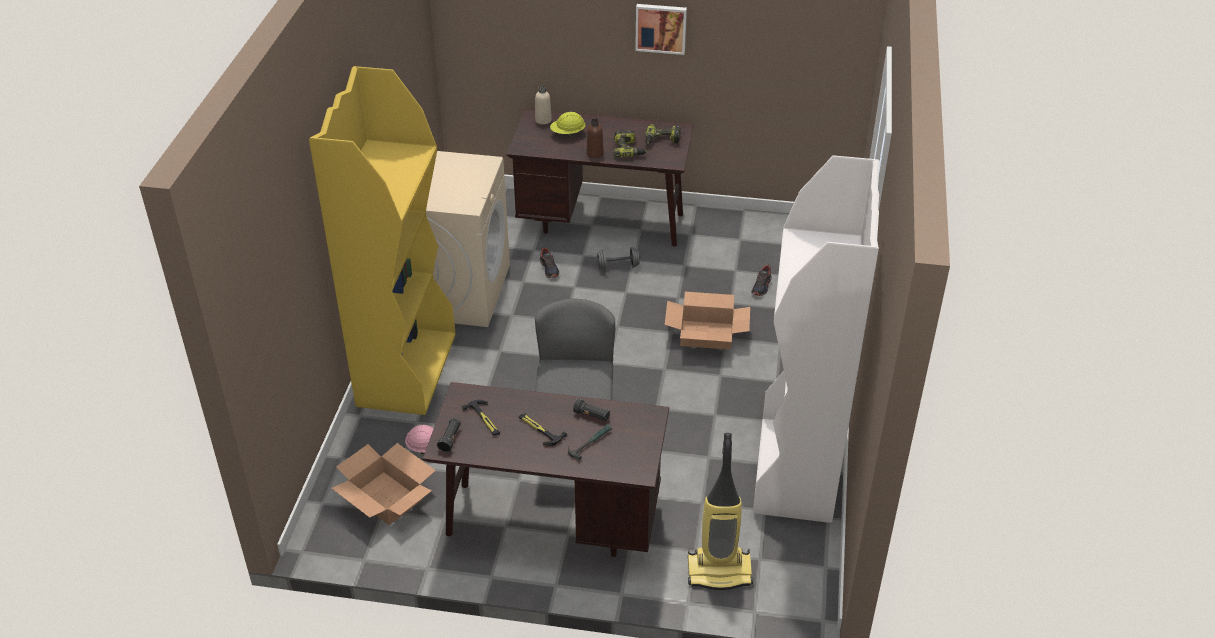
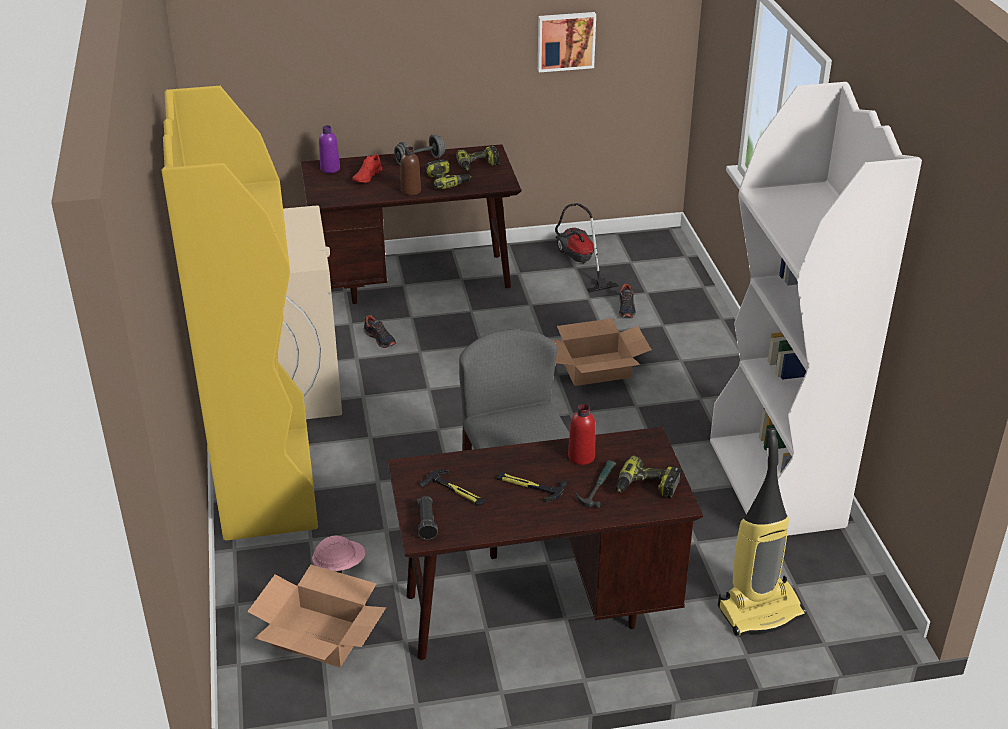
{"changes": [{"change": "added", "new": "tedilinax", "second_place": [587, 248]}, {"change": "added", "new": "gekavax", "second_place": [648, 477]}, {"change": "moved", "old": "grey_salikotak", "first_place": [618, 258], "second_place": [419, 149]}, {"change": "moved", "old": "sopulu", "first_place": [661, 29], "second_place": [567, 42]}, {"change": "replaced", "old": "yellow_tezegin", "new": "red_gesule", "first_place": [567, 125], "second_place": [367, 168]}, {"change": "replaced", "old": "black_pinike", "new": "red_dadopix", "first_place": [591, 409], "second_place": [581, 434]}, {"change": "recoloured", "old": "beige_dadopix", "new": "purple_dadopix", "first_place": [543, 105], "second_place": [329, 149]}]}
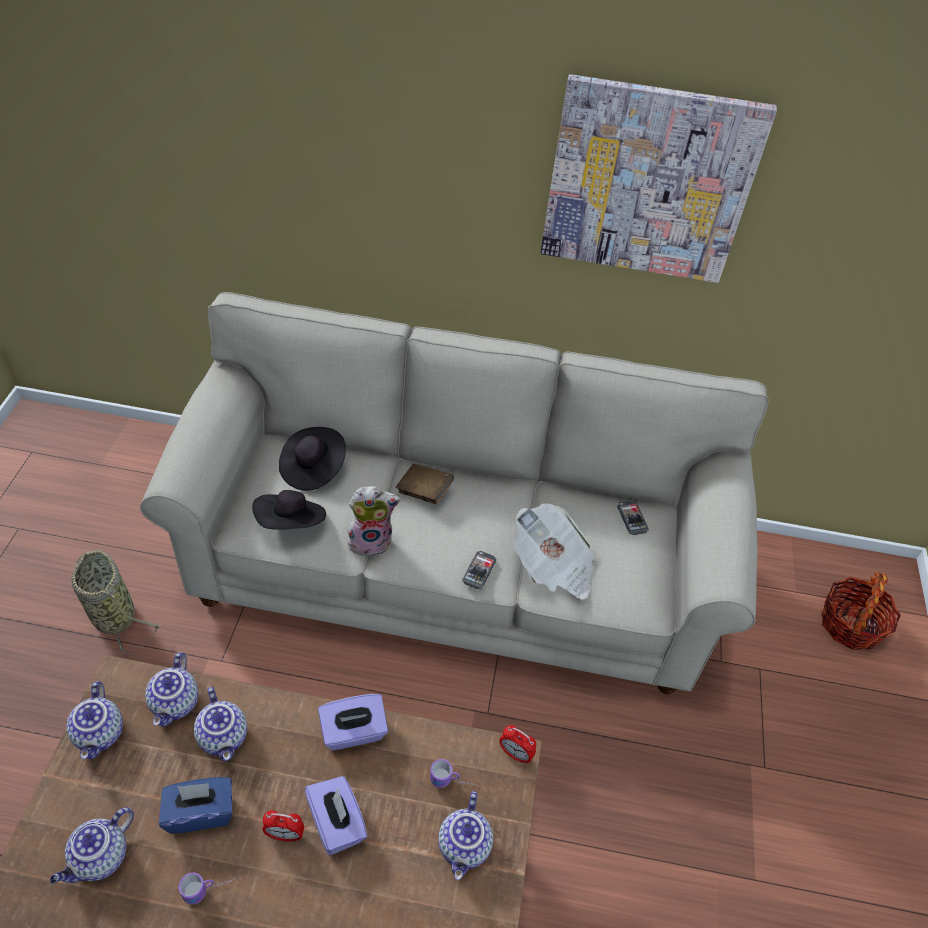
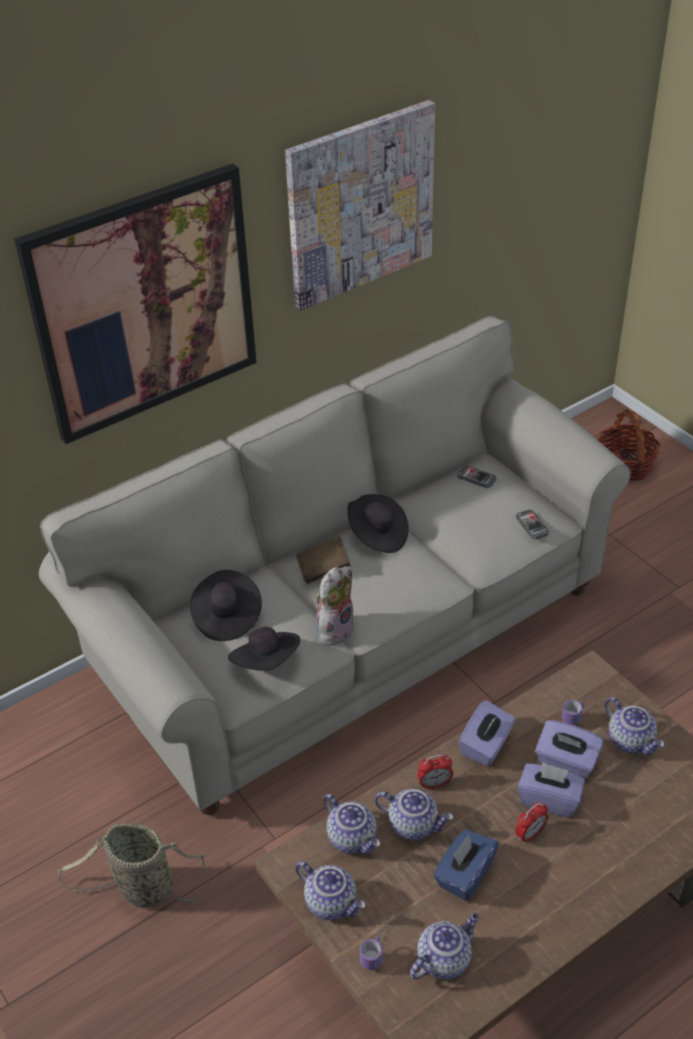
{"changes": [{"change": "removed", "old": "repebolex", "first_place": [555, 551]}, {"change": "added", "new": "sopulu", "second_place": [135, 303]}, {"change": "added", "new": "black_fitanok", "second_place": [377, 523]}, {"change": "added", "new": "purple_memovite", "second_place": [569, 749]}, {"change": "moved", "old": "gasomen", "first_place": [207, 888], "second_place": [373, 949]}, {"change": "moved", "old": "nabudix", "first_place": [479, 570], "second_place": [532, 524]}, {"change": "moved", "old": "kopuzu", "first_place": [517, 744], "second_place": [435, 772]}, {"change": "turned", "old": "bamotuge", "first_place": [92, 845], "second_place": [444, 946], "degrees": -120}]}
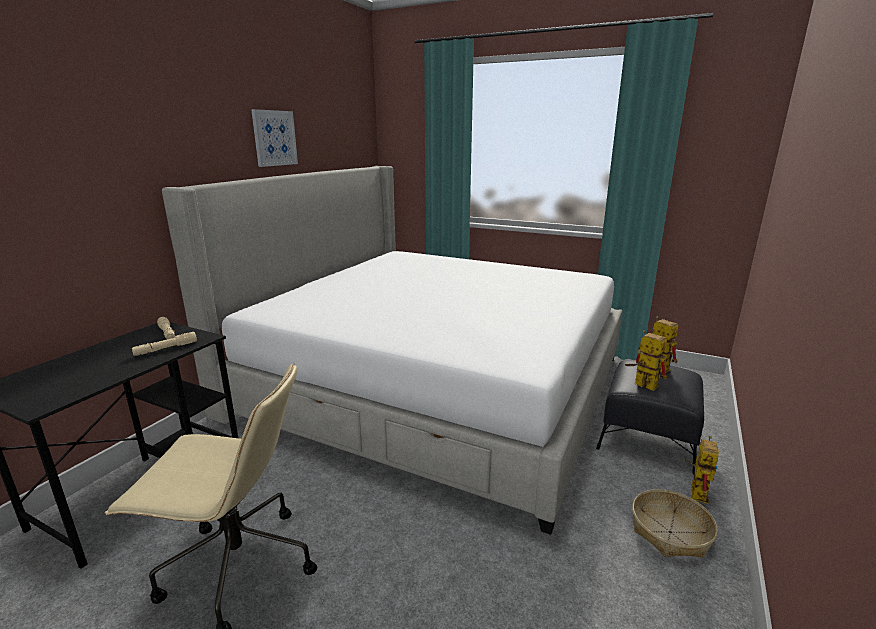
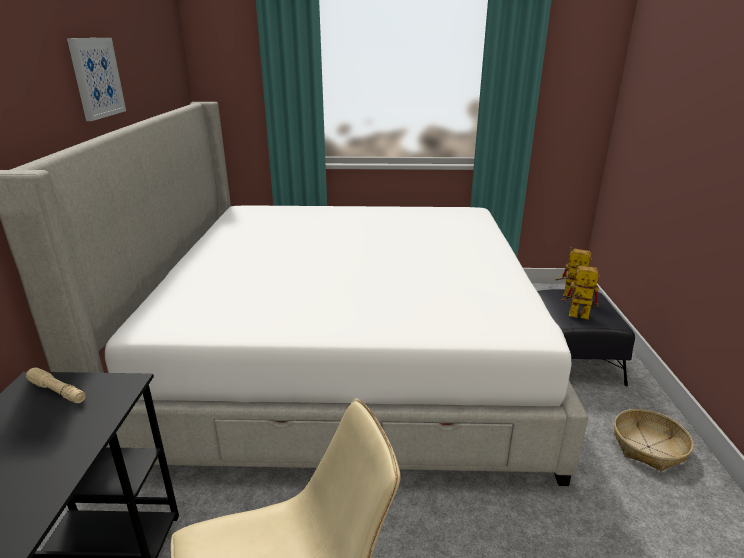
{"changes": [{"change": "removed", "old": "beige_pinike", "first_place": [164, 344]}, {"change": "removed", "old": "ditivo", "first_place": [702, 470]}]}
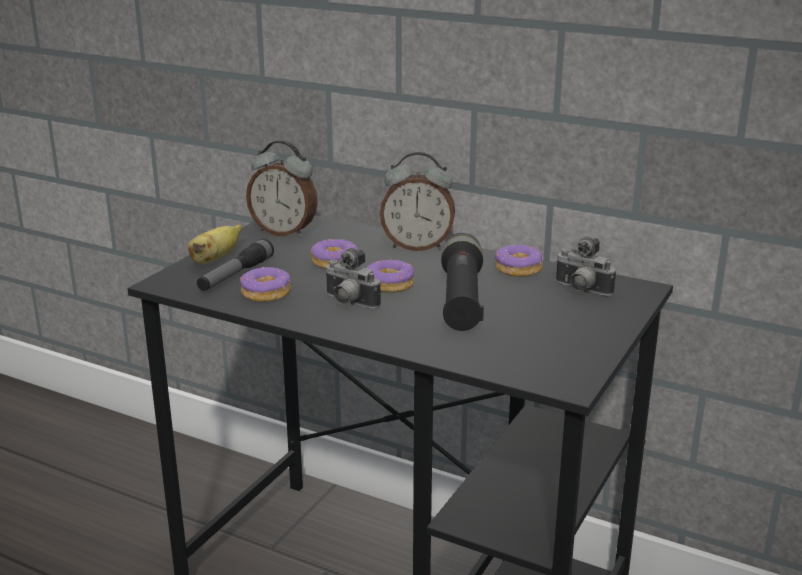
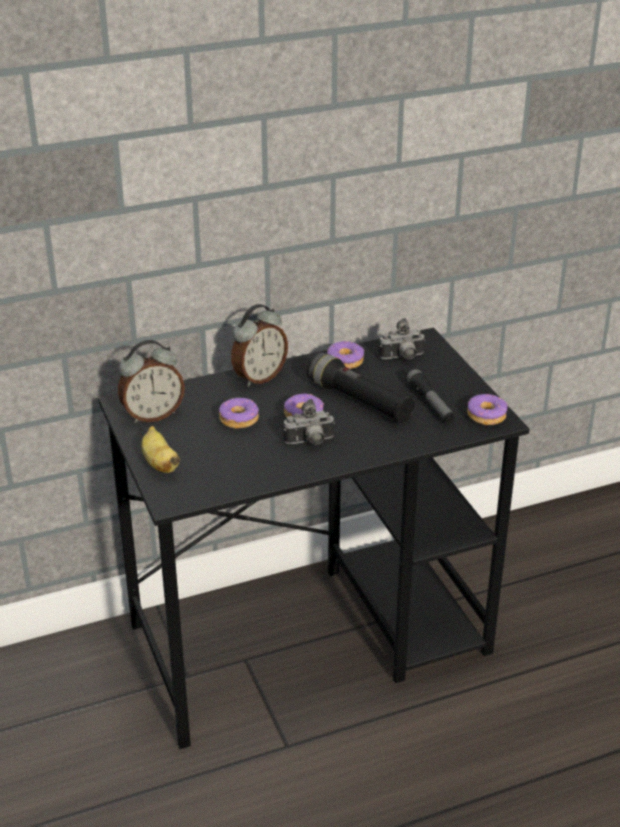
{"changes": [{"change": "moved", "old": "pinike", "first_place": [235, 265], "second_place": [430, 395]}, {"change": "moved", "old": "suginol", "first_place": [265, 284], "second_place": [487, 409]}]}
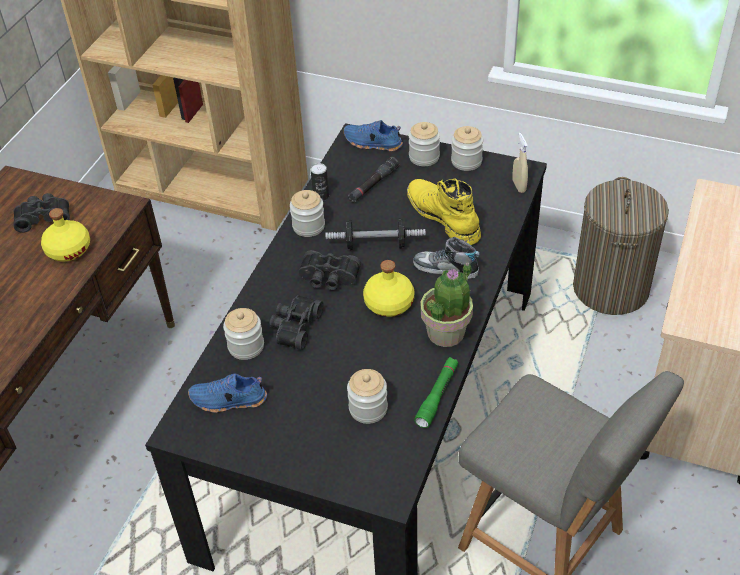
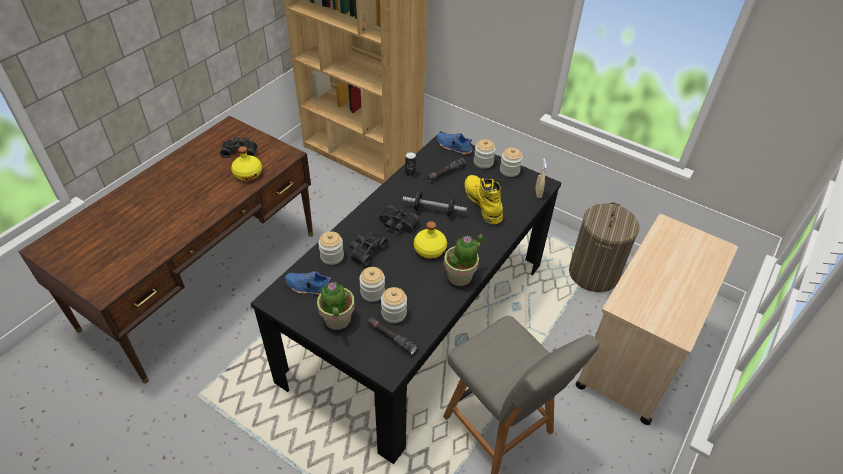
{"changes": [{"change": "removed", "old": "gesule", "first_place": [446, 258]}, {"change": "removed", "old": "green_pinike", "first_place": [436, 392]}, {"change": "added", "new": "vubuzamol", "second_place": [336, 306]}, {"change": "added", "new": "black_pinike", "second_place": [392, 336]}, {"change": "moved", "old": "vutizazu", "first_place": [307, 213], "second_place": [372, 284]}]}
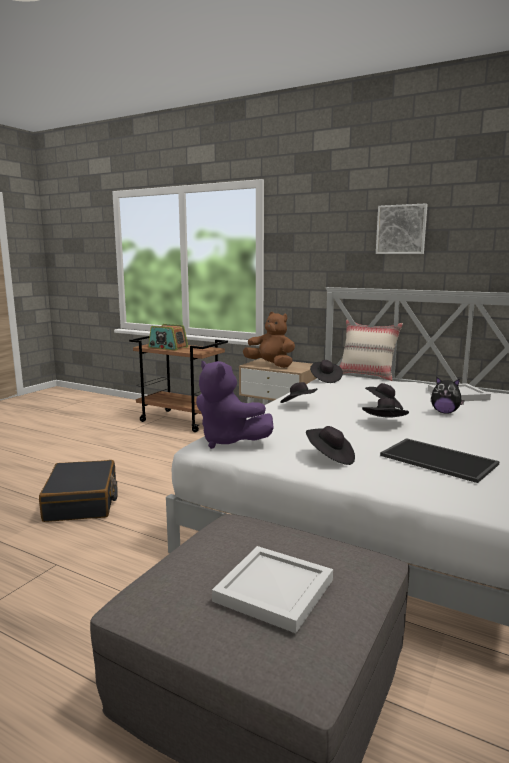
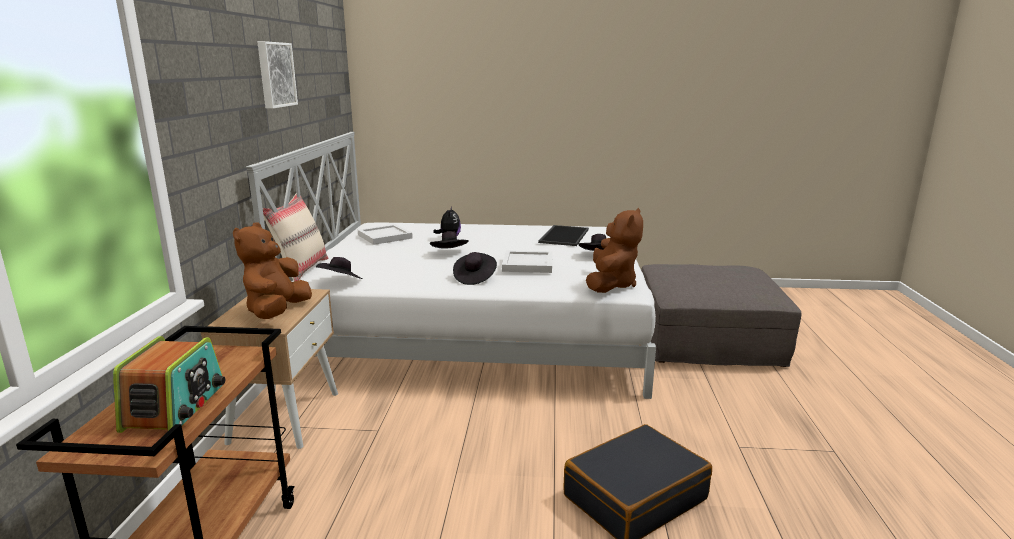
{"changes": [{"change": "removed", "old": "black_fitanok", "first_place": [385, 408]}, {"change": "moved", "old": "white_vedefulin", "first_place": [272, 589], "second_place": [527, 261]}, {"change": "recoloured", "old": "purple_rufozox", "new": "brown_rufozox", "first_place": [235, 405], "second_place": [614, 250]}]}
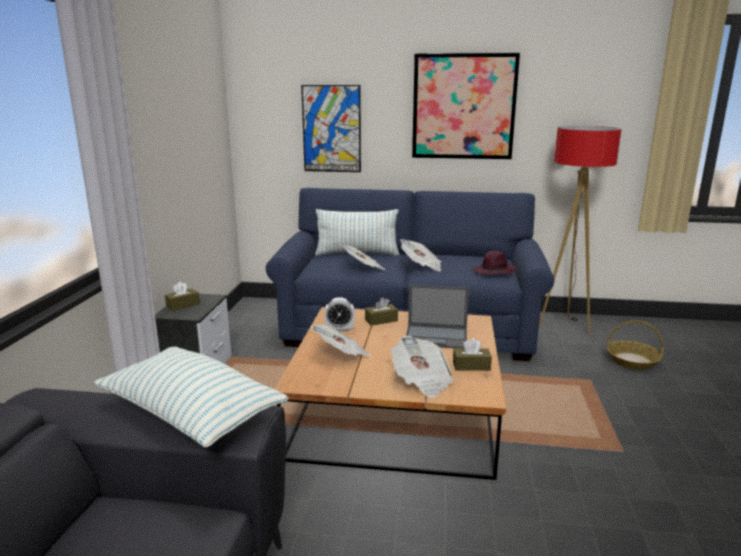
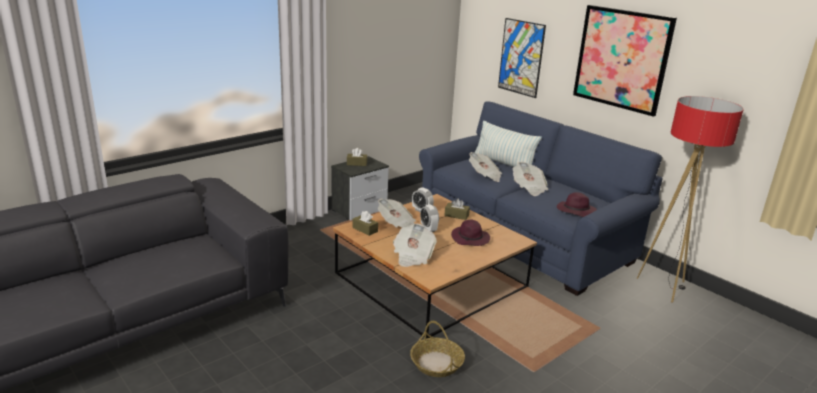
{"changes": [{"change": "removed", "old": "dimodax", "first_place": [191, 397]}, {"change": "added", "new": "kopuzu", "second_place": [429, 218]}, {"change": "moved", "old": "brown_memovite", "first_place": [472, 354], "second_place": [365, 223]}, {"change": "moved", "old": "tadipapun", "first_place": [635, 345], "second_place": [437, 349]}, {"change": "replaced", "old": "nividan", "new": "purple_fitanok", "first_place": [437, 316], "second_place": [470, 233]}]}
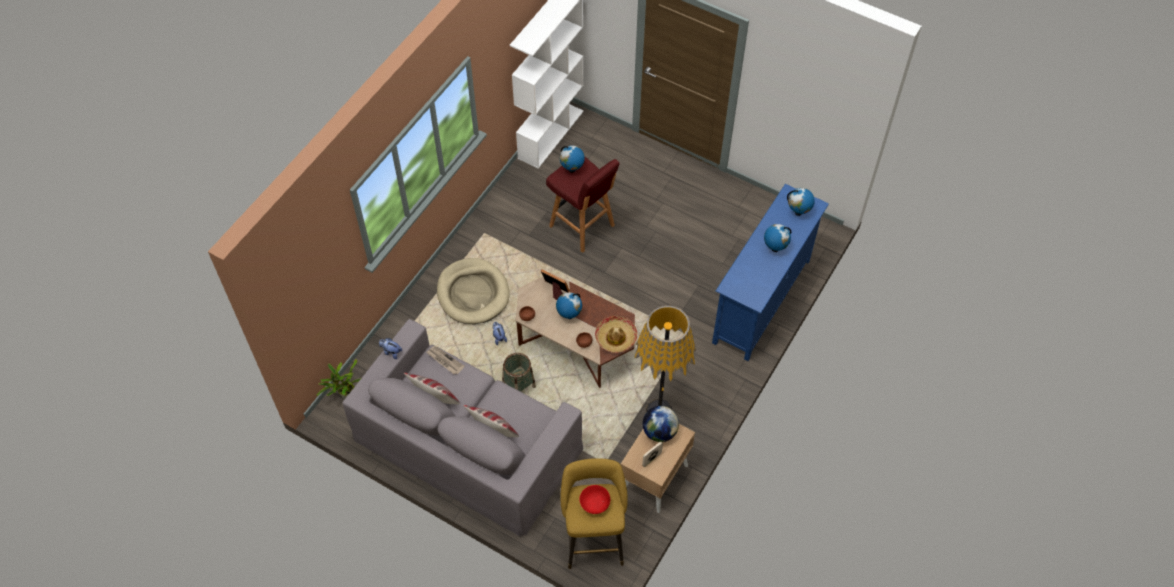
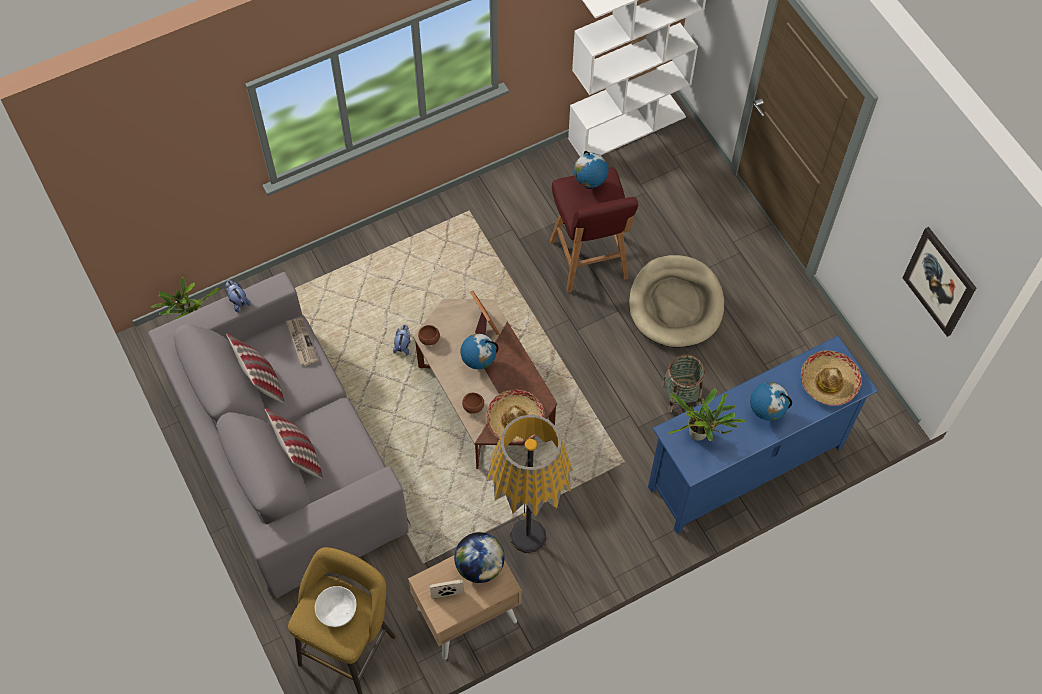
{"changes": [{"change": "added", "new": "vubuzamol", "second_place": [707, 415]}, {"change": "added", "new": "sopulu", "second_place": [939, 282]}, {"change": "moved", "old": "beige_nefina", "first_place": [473, 291], "second_place": [676, 301]}, {"change": "moved", "old": "tadipapun", "first_place": [519, 372], "second_place": [683, 383]}, {"change": "replaced", "old": "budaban", "new": "fitanok", "first_place": [801, 202], "second_place": [831, 378]}, {"change": "recoloured", "old": "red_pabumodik", "new": "white_pabumodik", "first_place": [595, 499], "second_place": [336, 606]}]}
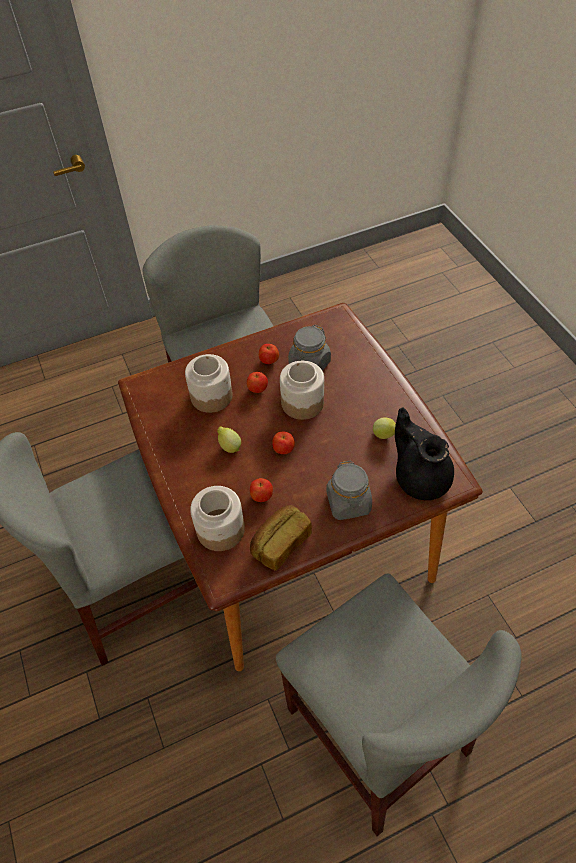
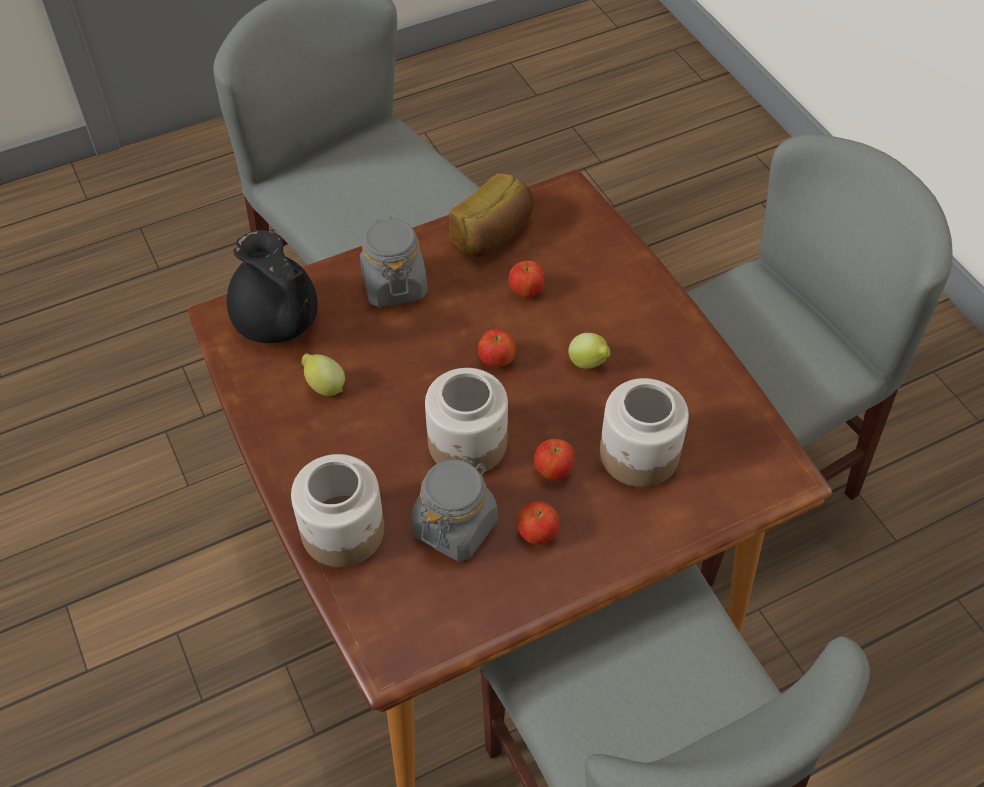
{"changes": [{"change": "moved", "old": "vutizazu", "first_place": [217, 518], "second_place": [337, 510]}]}
